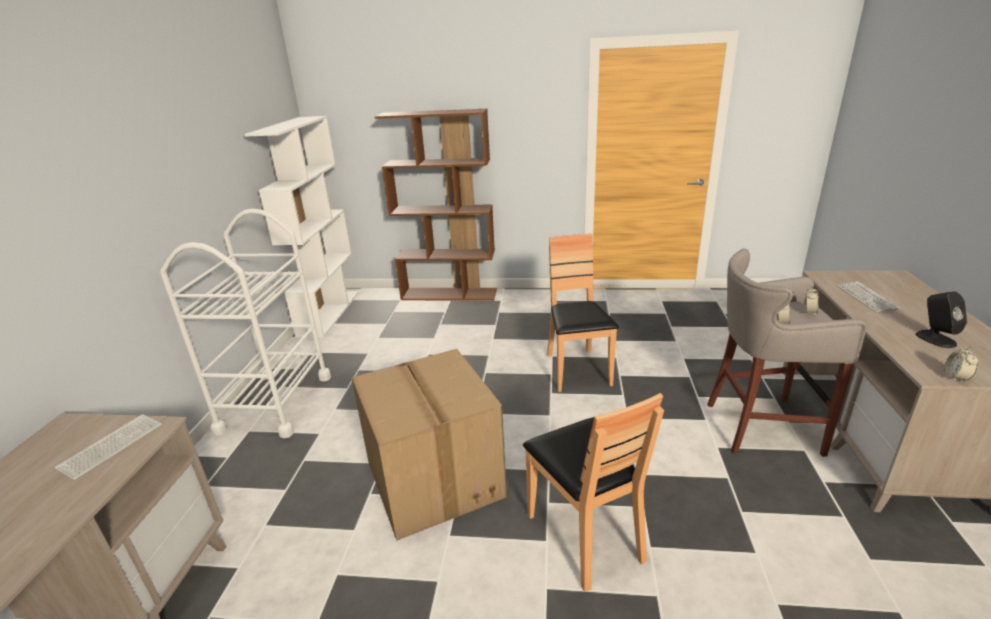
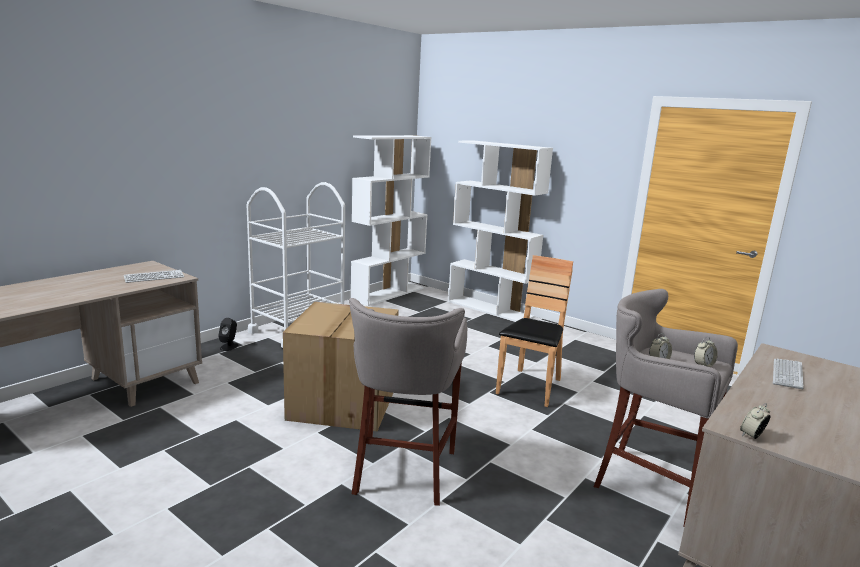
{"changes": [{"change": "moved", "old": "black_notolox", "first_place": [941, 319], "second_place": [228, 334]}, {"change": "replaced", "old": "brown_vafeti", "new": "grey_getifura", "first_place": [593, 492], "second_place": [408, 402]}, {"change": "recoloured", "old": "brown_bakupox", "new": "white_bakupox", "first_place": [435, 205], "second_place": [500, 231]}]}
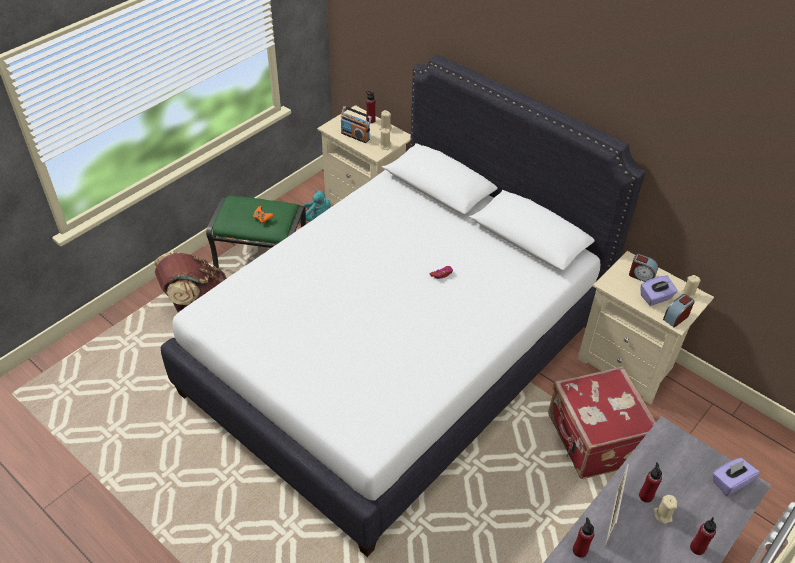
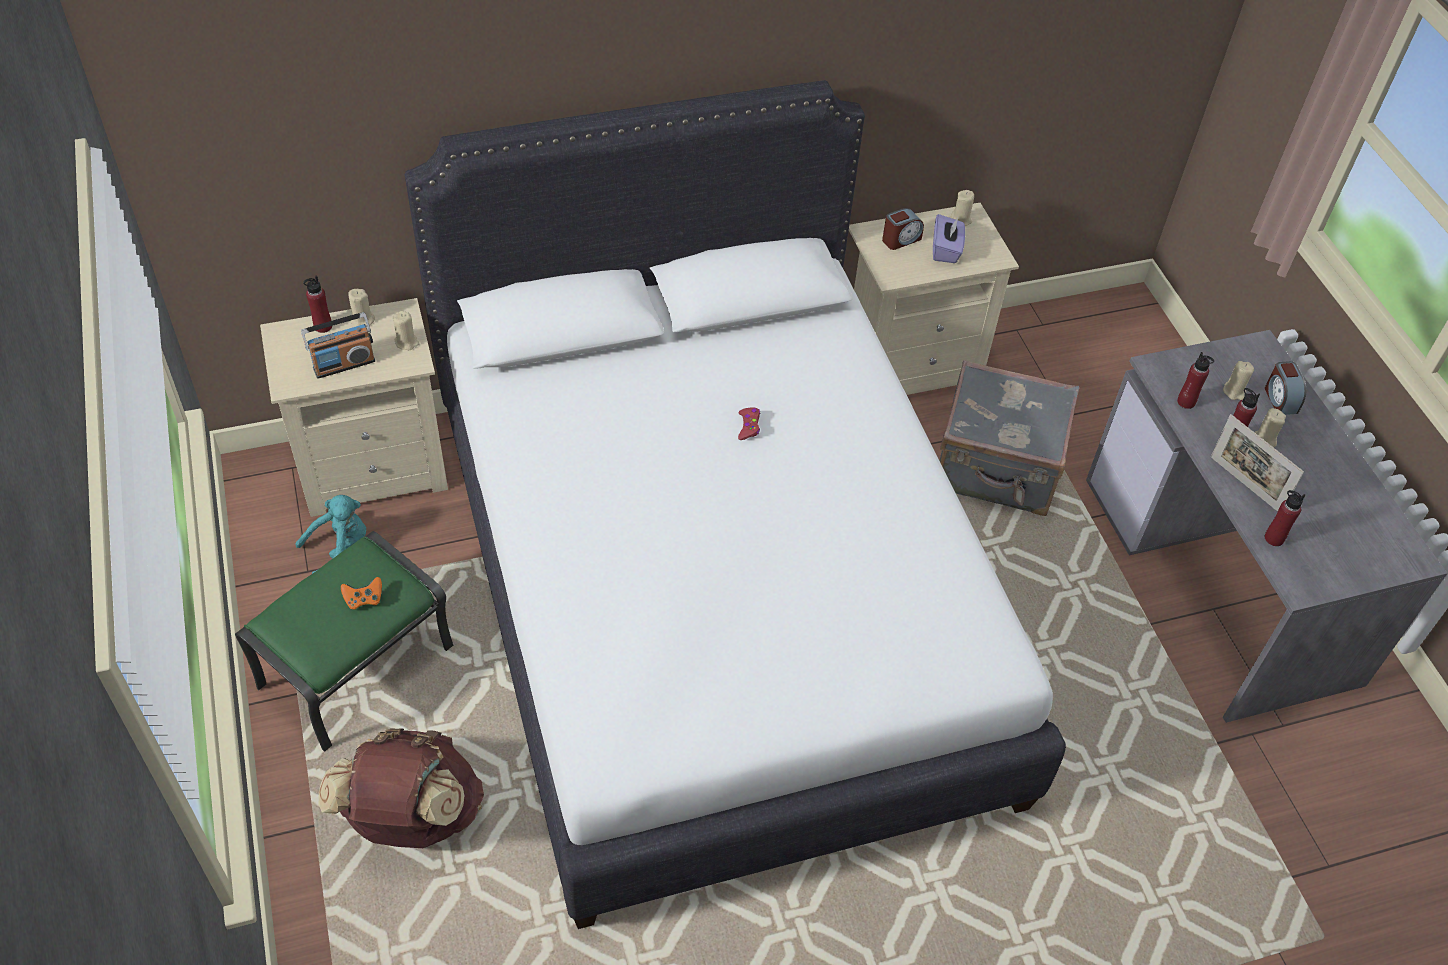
{"changes": [{"change": "removed", "old": "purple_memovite", "first_place": [736, 477]}, {"change": "added", "new": "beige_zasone", "second_place": [1238, 380]}, {"change": "moved", "old": "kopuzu", "first_place": [679, 311], "second_place": [1285, 388]}, {"change": "moved", "old": "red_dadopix", "first_place": [703, 536], "second_place": [1195, 380]}, {"change": "recoloured", "old": "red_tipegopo", "new": "grey_tipegopo", "first_place": [602, 422], "second_place": [1009, 438]}]}
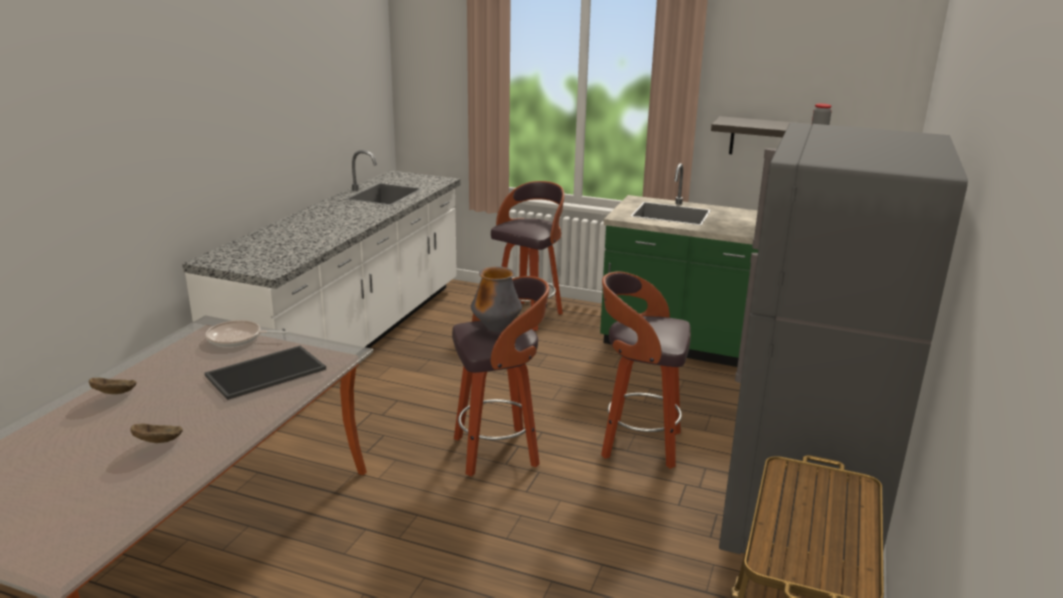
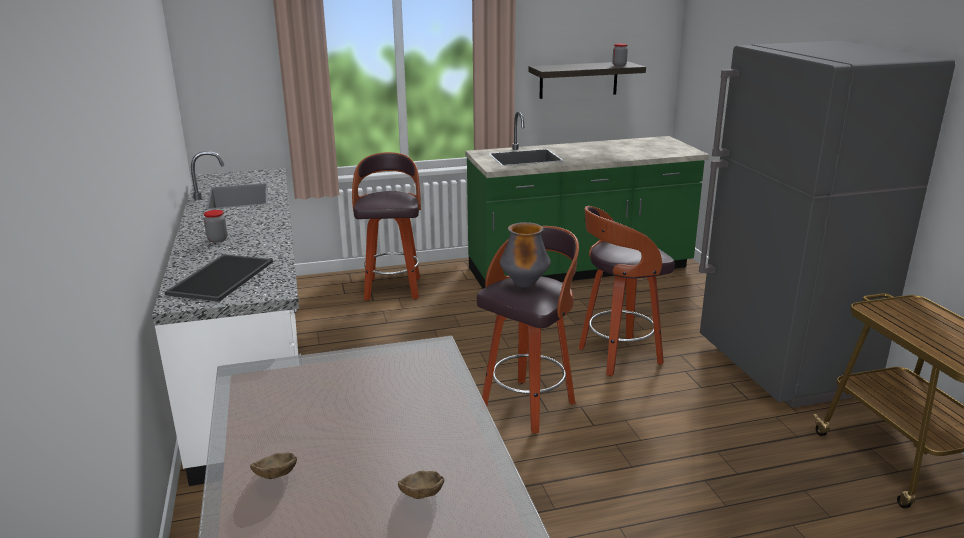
{"changes": [{"change": "removed", "old": "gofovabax", "first_place": [246, 333]}, {"change": "added", "new": "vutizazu", "second_place": [215, 226]}, {"change": "moved", "old": "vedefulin", "first_place": [265, 373], "second_place": [219, 278]}]}
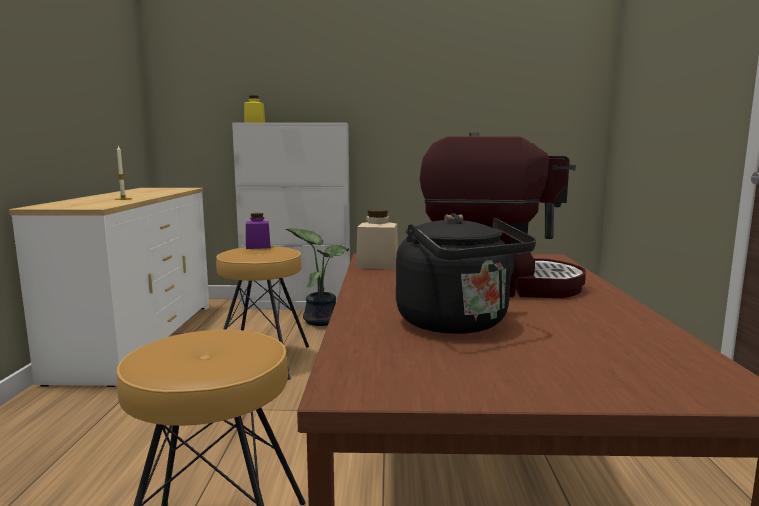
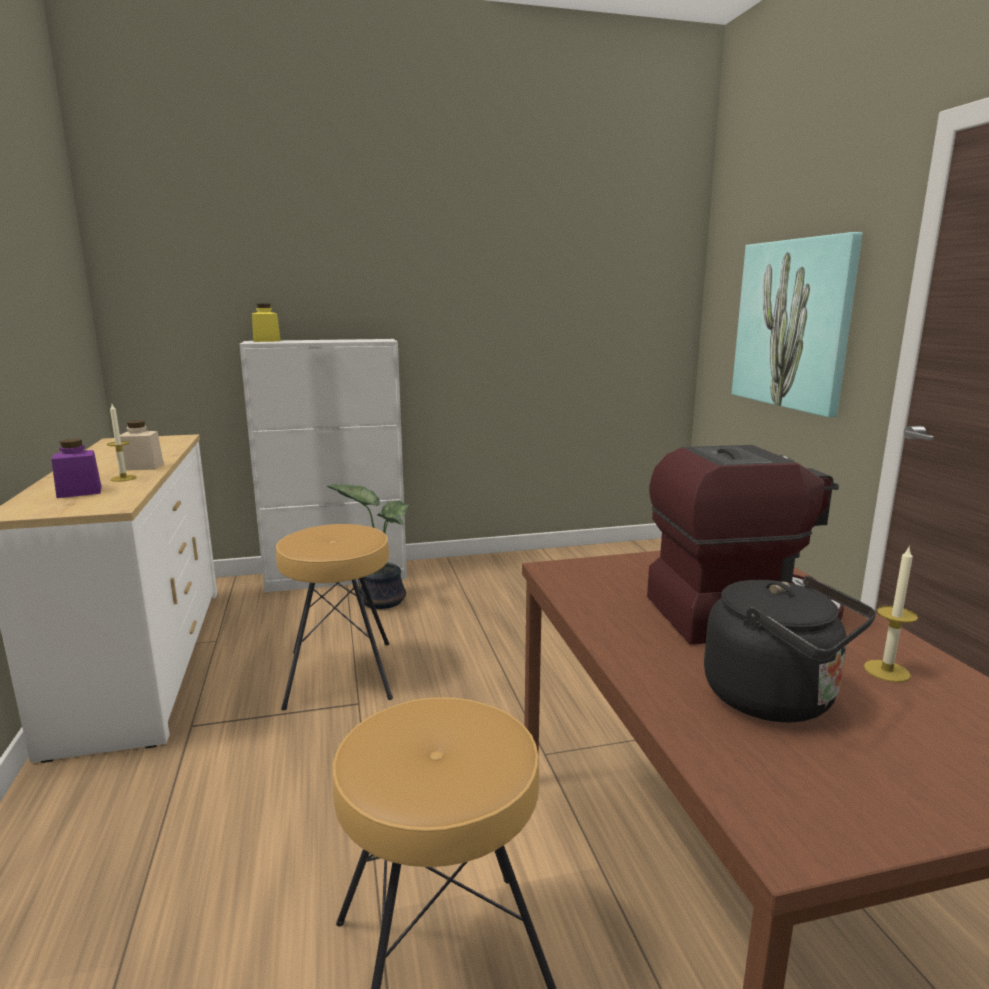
{"changes": [{"change": "added", "new": "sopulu", "second_place": [797, 324]}, {"change": "added", "new": "zasone", "second_place": [891, 613]}, {"change": "moved", "old": "purple_vutizazu", "first_place": [258, 231], "second_place": [76, 468]}, {"change": "moved", "old": "beige_vutizazu", "first_place": [377, 239], "second_place": [142, 445]}]}
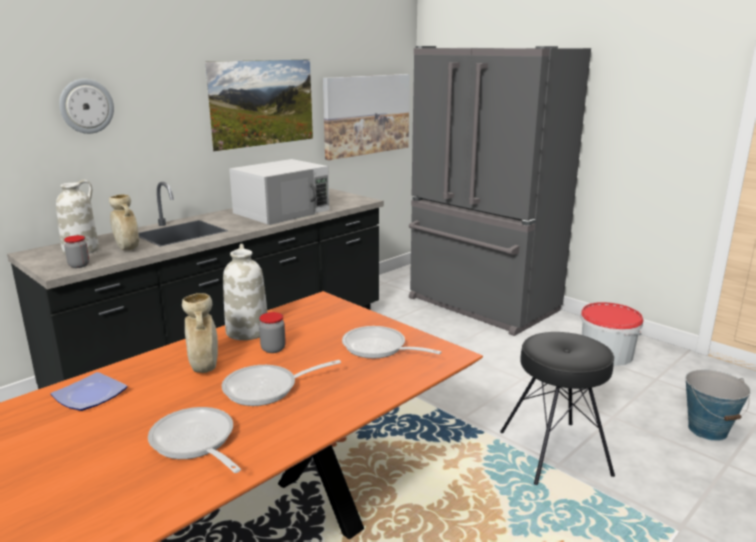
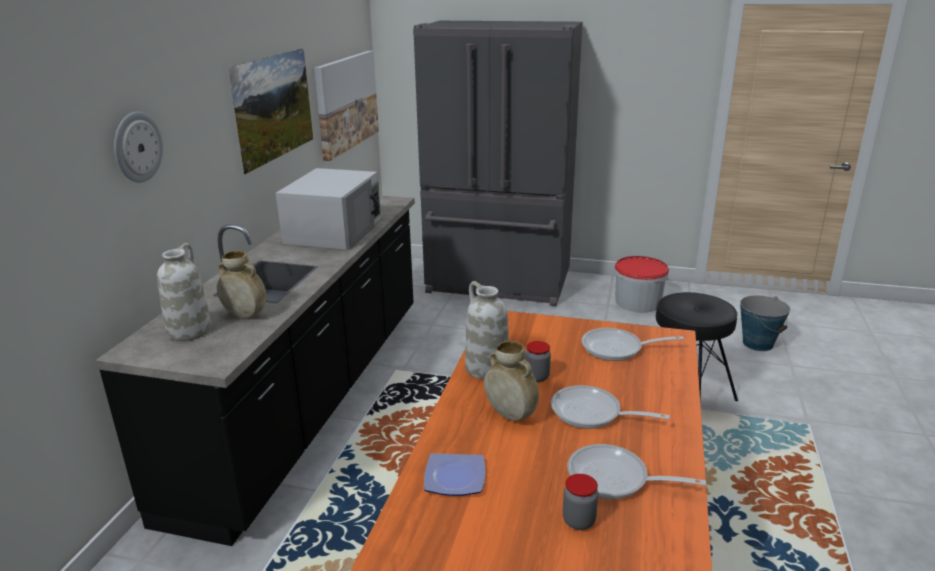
{"changes": [{"change": "moved", "old": "vutizazu", "first_place": [76, 251], "second_place": [580, 502]}, {"change": "turned", "old": "gofovabax", "first_place": [281, 383], "second_place": [610, 407], "degrees": 75}]}
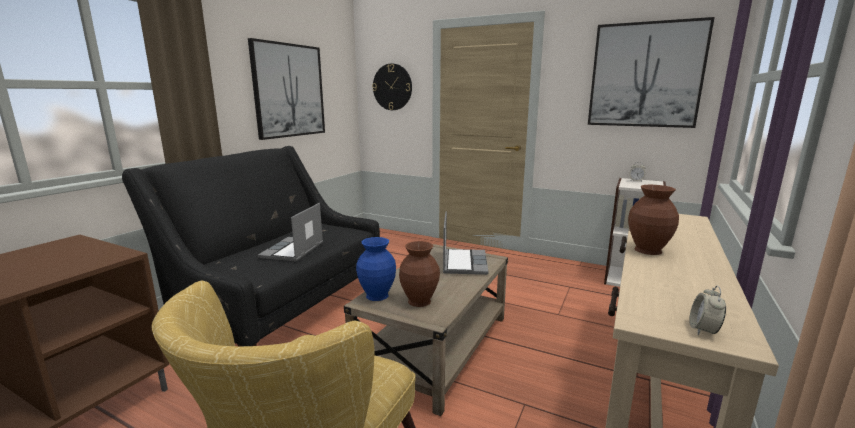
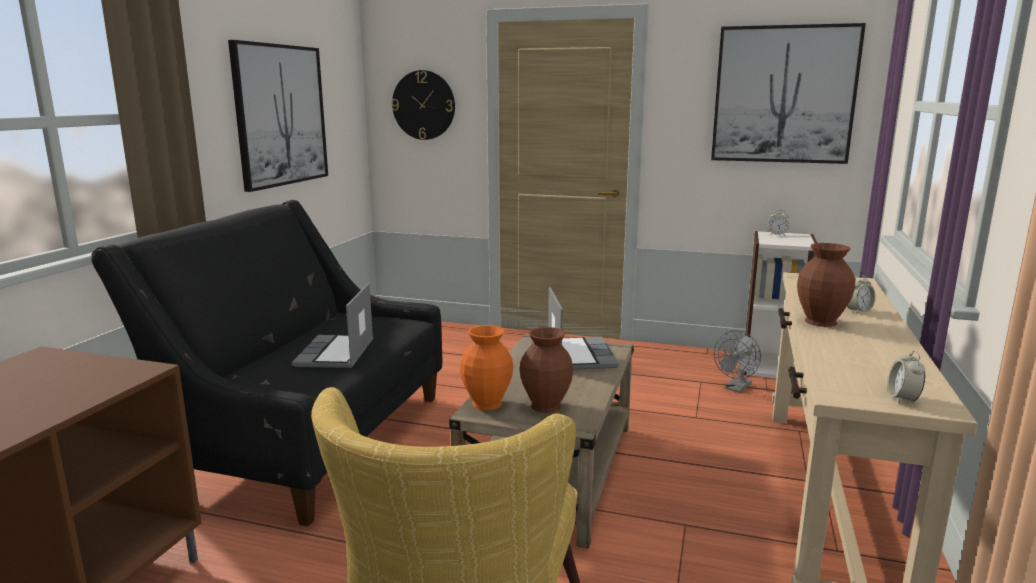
{"changes": [{"change": "added", "new": "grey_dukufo", "second_place": [737, 361]}, {"change": "added", "new": "kopuzu", "second_place": [861, 294]}, {"change": "recoloured", "old": "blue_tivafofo", "new": "orange_tivafofo", "first_place": [376, 269], "second_place": [486, 367]}]}
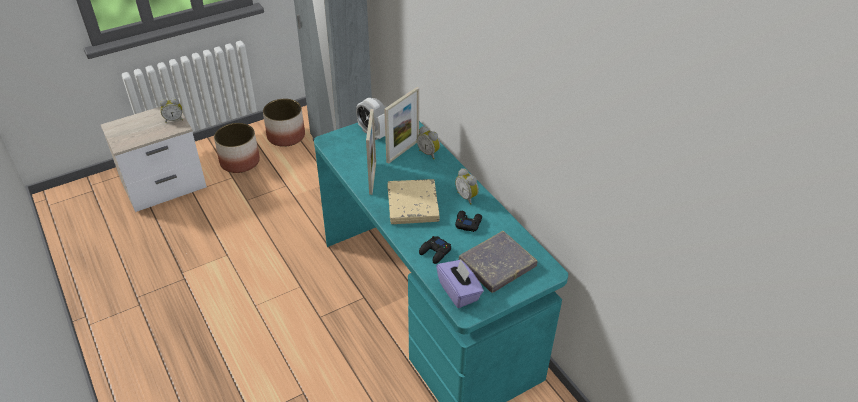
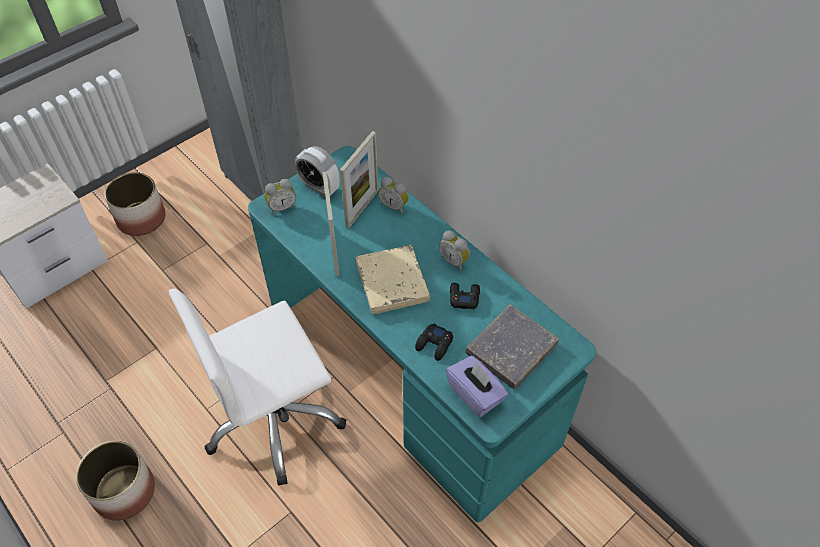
{"changes": [{"change": "added", "new": "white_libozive", "second_place": [257, 387]}, {"change": "moved", "old": "kopuzu", "first_place": [171, 110], "second_place": [280, 197]}, {"change": "moved", "old": "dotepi", "first_place": [284, 123], "second_place": [115, 481]}]}
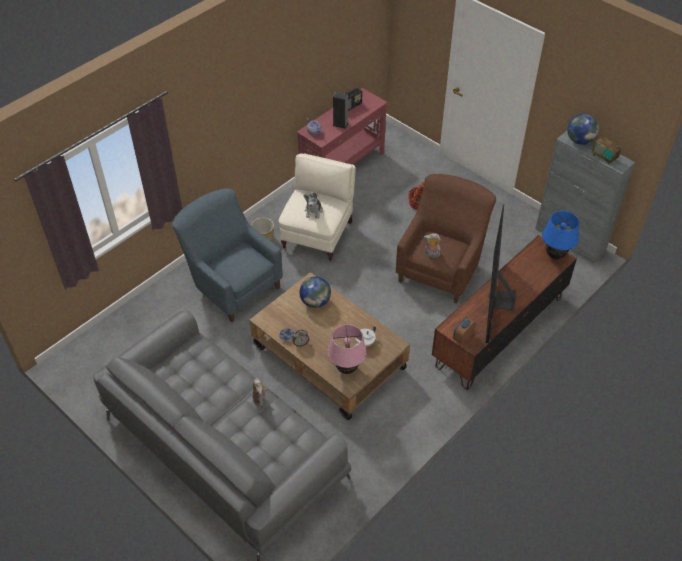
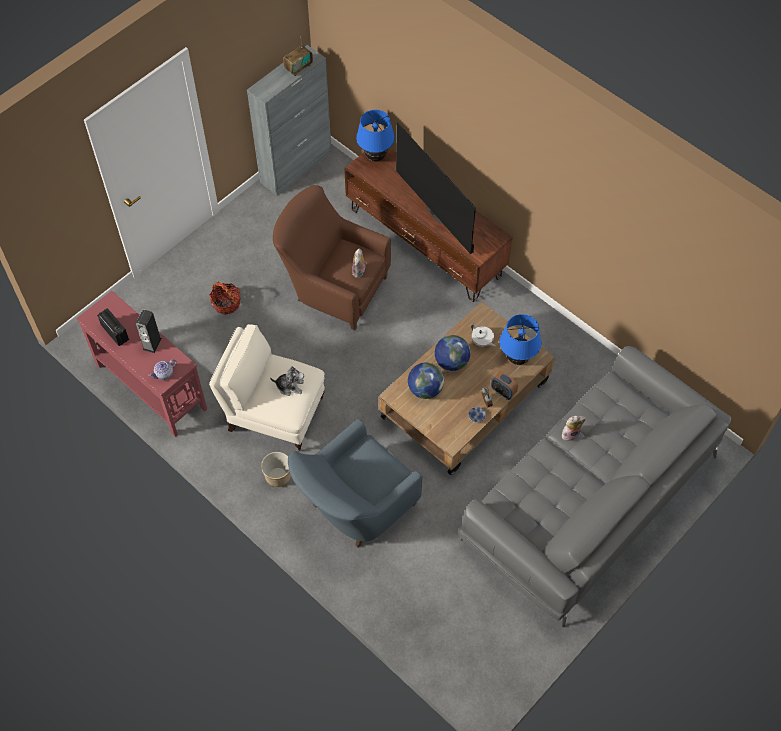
{"changes": [{"change": "moved", "old": "kopuzu", "first_place": [464, 330], "second_place": [504, 385]}, {"change": "moved", "old": "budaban", "first_place": [583, 129], "second_place": [452, 353]}, {"change": "recoloured", "old": "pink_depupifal", "new": "blue_depupifal", "first_place": [347, 349], "second_place": [520, 339]}, {"change": "turned", "old": "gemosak", "first_place": [501, 273], "second_place": [436, 188], "degrees": 45}]}
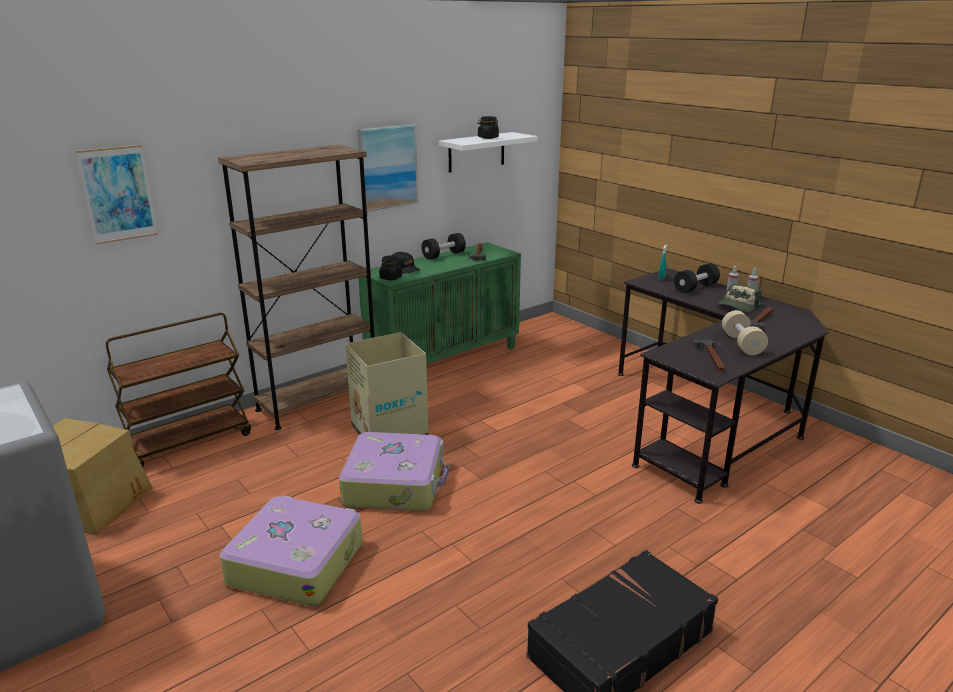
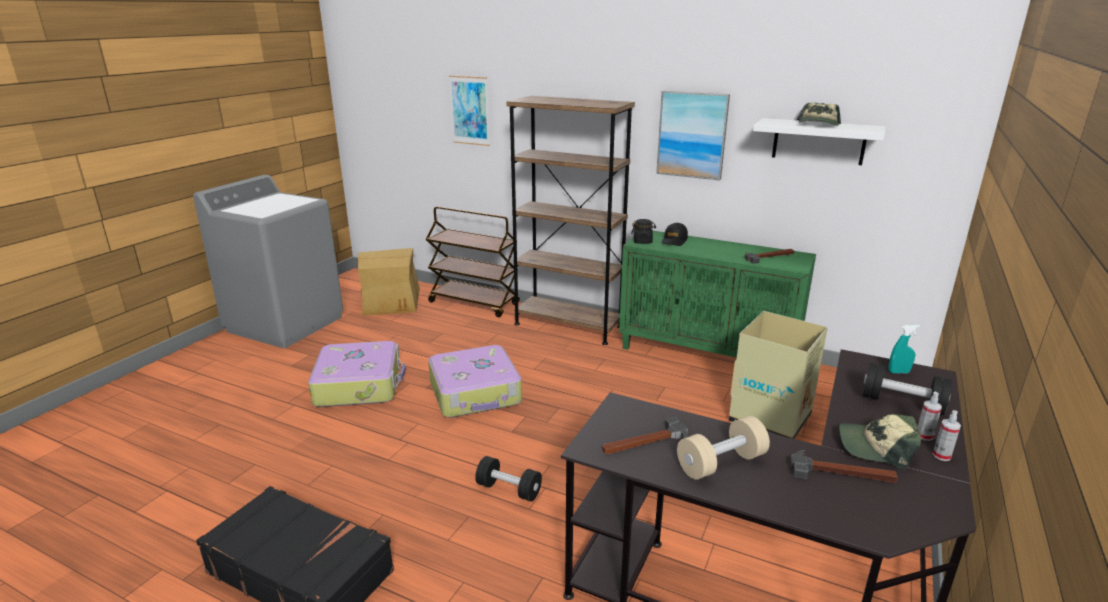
{"changes": [{"change": "moved", "old": "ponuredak", "first_place": [387, 383], "second_place": [778, 375]}, {"change": "moved", "old": "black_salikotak", "first_place": [444, 246], "second_place": [508, 478]}, {"change": "replaced", "old": "black_vutizazu", "new": "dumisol", "first_place": [488, 127], "second_place": [819, 114]}]}
